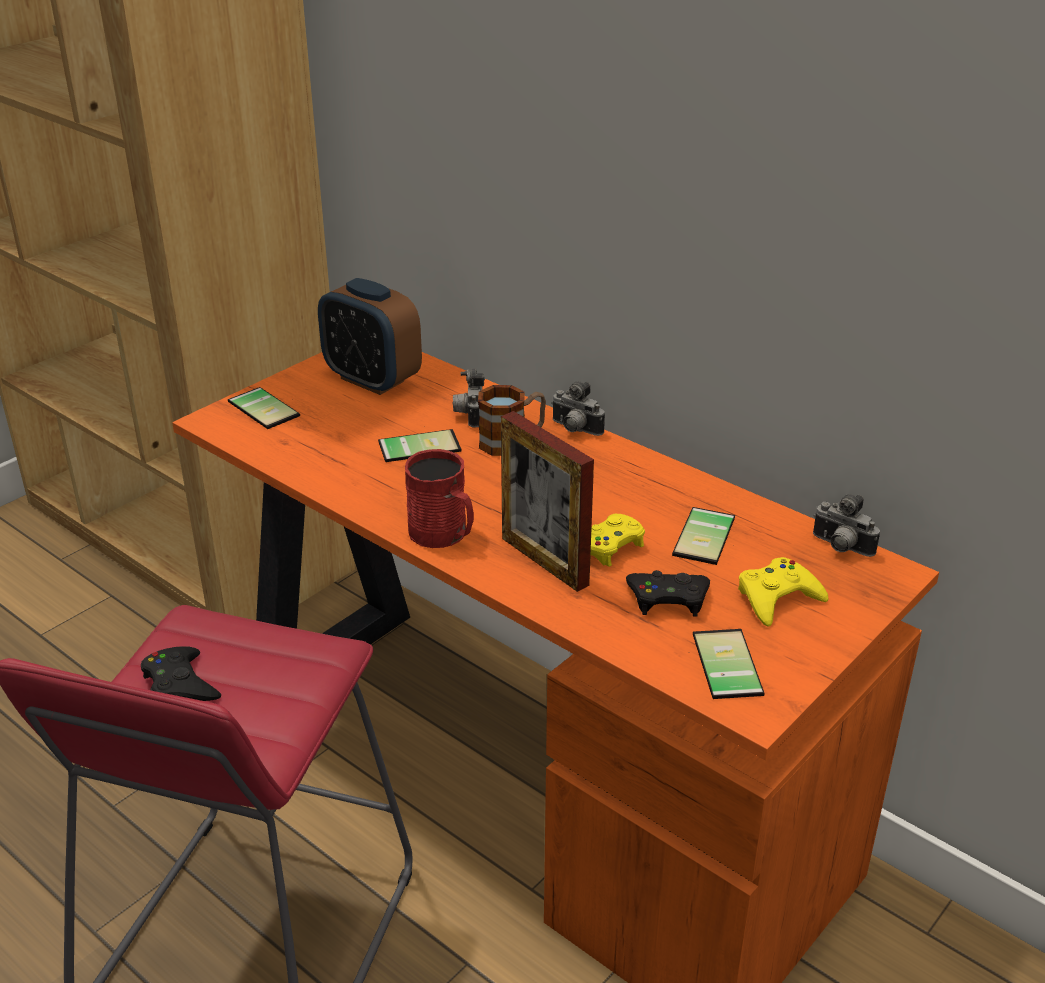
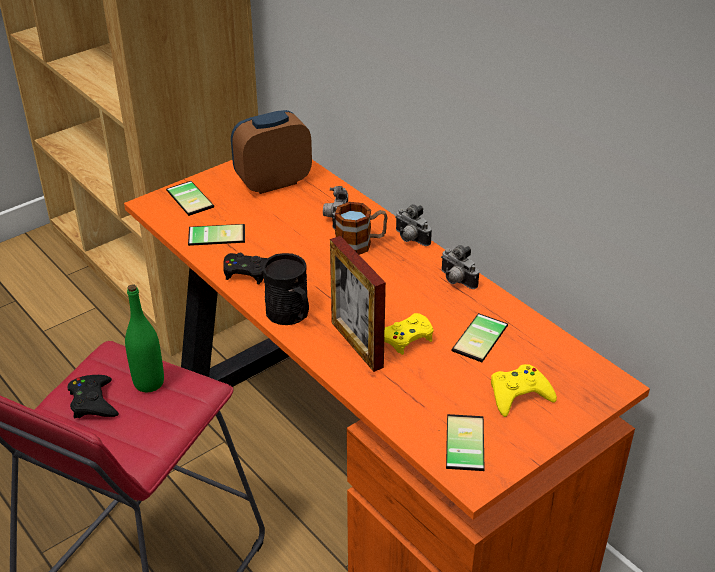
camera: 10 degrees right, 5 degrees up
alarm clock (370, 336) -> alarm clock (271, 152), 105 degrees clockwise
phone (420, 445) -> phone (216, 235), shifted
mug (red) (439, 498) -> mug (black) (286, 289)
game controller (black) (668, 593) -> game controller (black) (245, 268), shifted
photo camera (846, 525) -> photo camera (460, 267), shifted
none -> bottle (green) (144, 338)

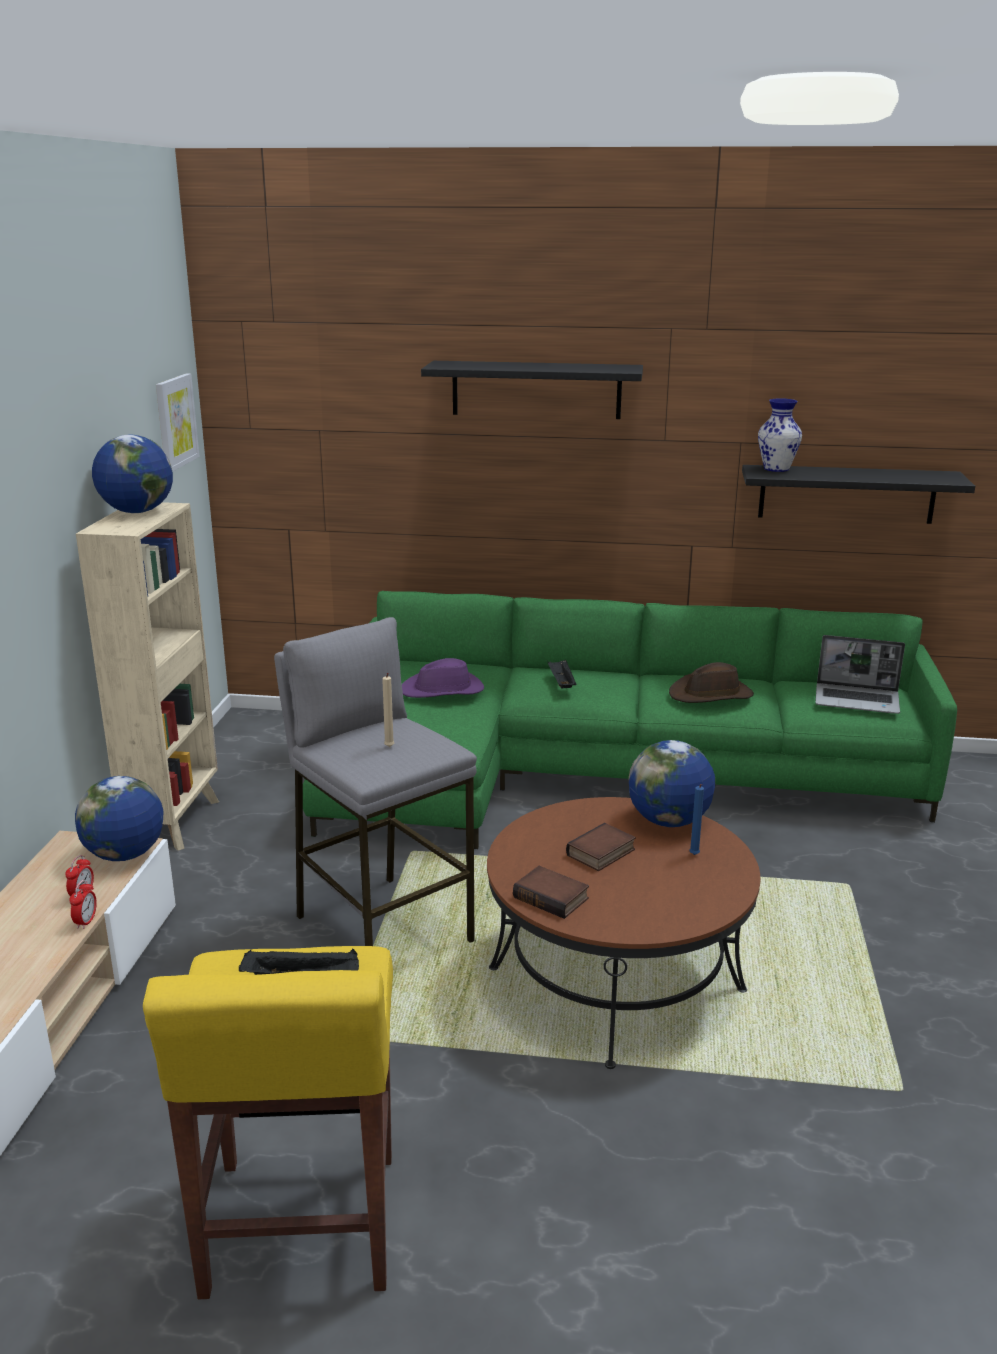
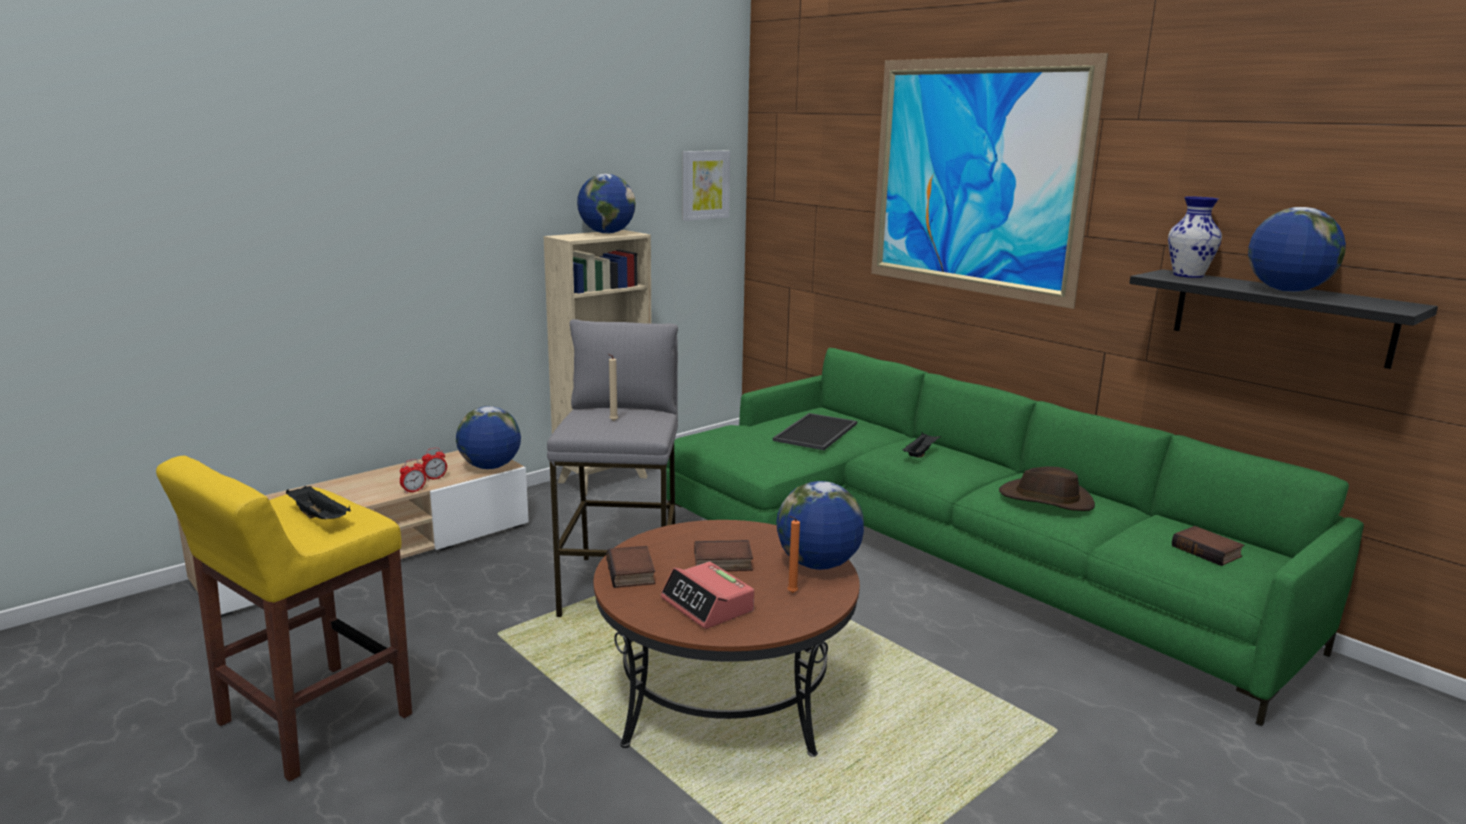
camera: 40 degrees right, 5 degrees down
hat (purple) (443, 678) -> tray (815, 431)
shelf (black) (532, 390) -> picture (989, 181)
candle (blue) (696, 819) -> candle (orange) (793, 554)
laptop (860, 674) -> book (1208, 546)
none -> alarm clock (707, 595)
none -> globe (1297, 249)

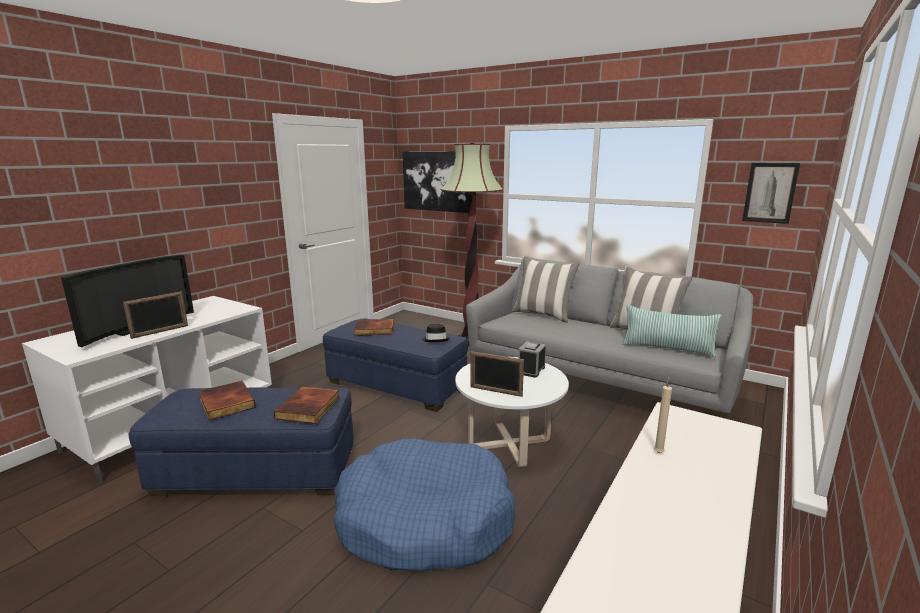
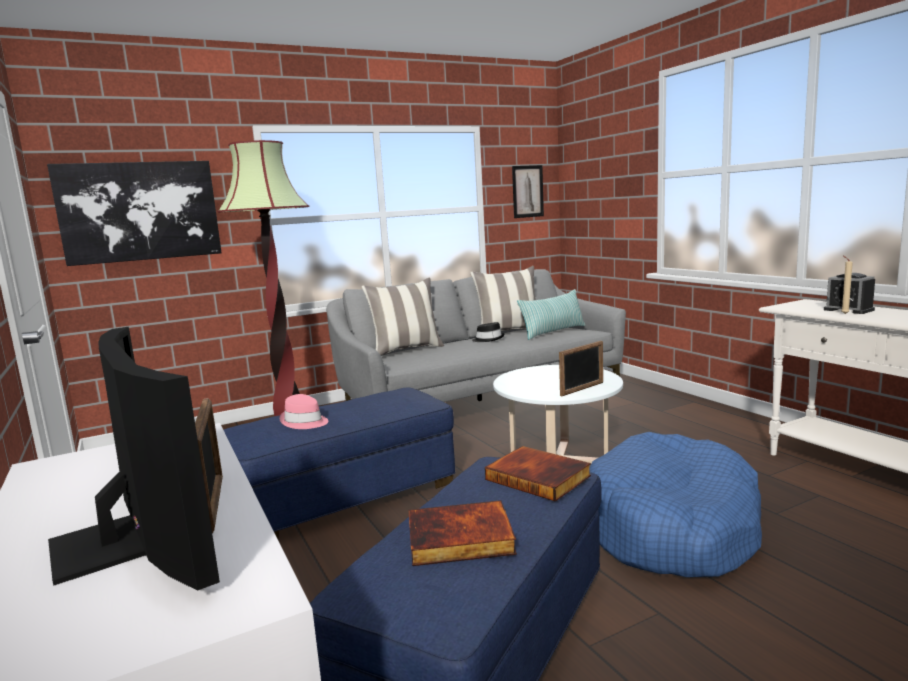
camera: 60 degrees left, 5 degrees down
book (374, 327) -> hat (pink) (303, 411)
hat (black) (436, 333) -> hat (black) (488, 332), shifted
alarm clock (532, 359) -> alarm clock (849, 293), shifted

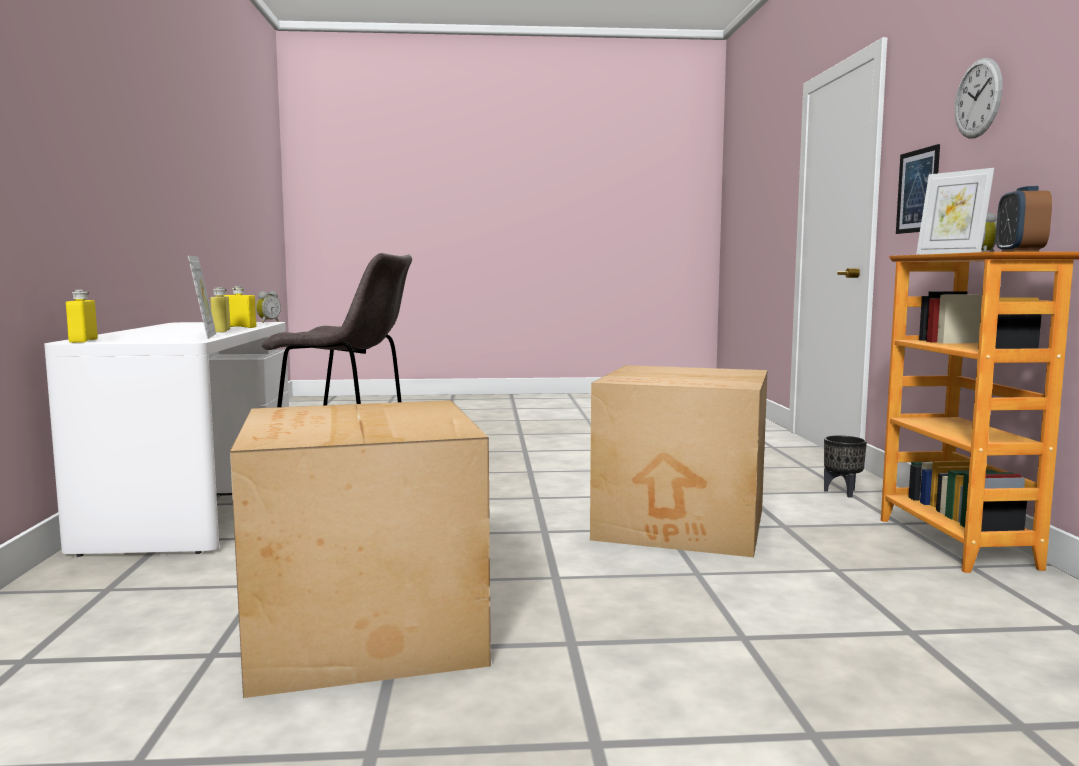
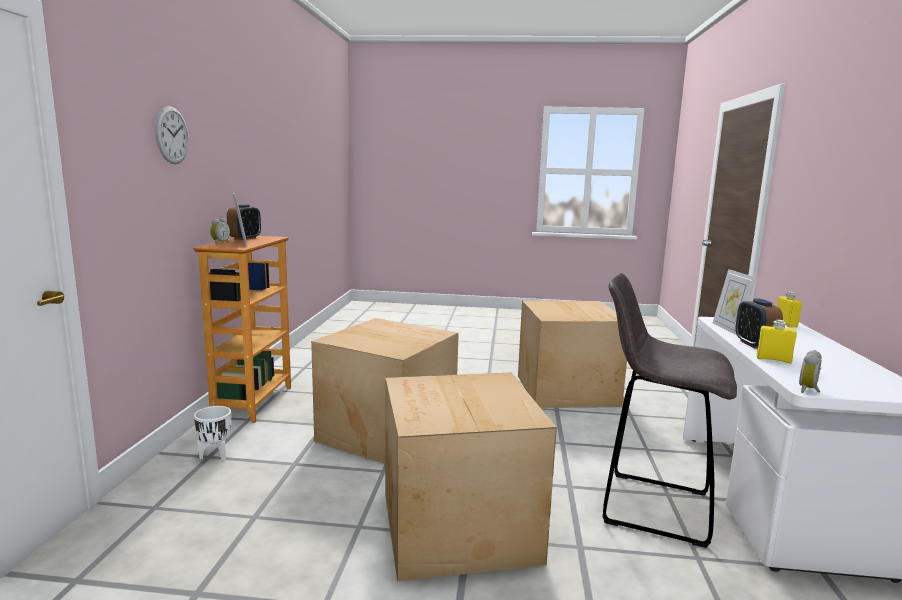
camera: 170 degrees left, 5 degrees up
bottle (yellow) (220, 310) -> alarm clock (759, 323)
planter (black) (845, 466) -> planter (white) (212, 433)
picture (918, 189) -> none
none -> cardboard box (471, 477)

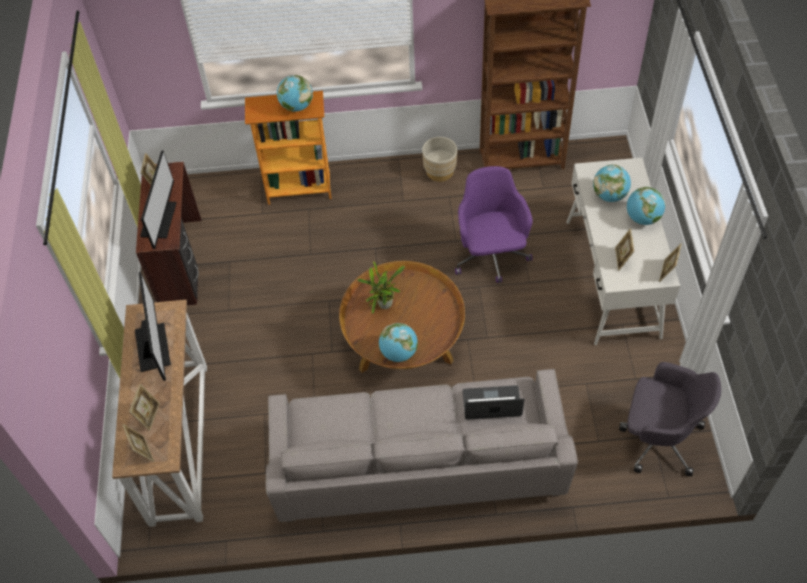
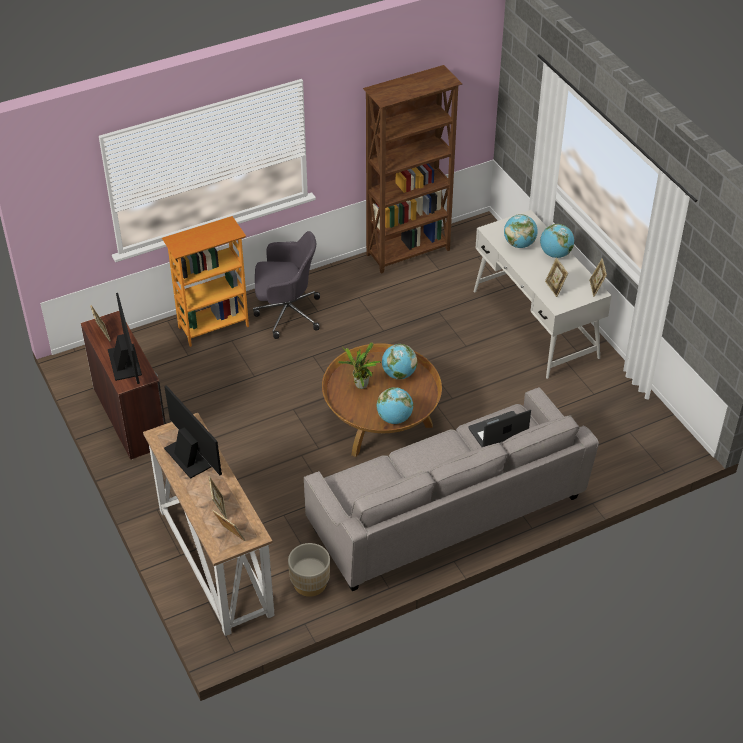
camera: 25 degrees left, 10 degrees down
globe (295, 93) -> globe (399, 361), shifted
planter (beige) (439, 159) -> planter (beige) (309, 570), shifted
office chair (purple) (494, 224) -> none
office chair (grey) (670, 419) -> office chair (grey) (286, 285), shifted

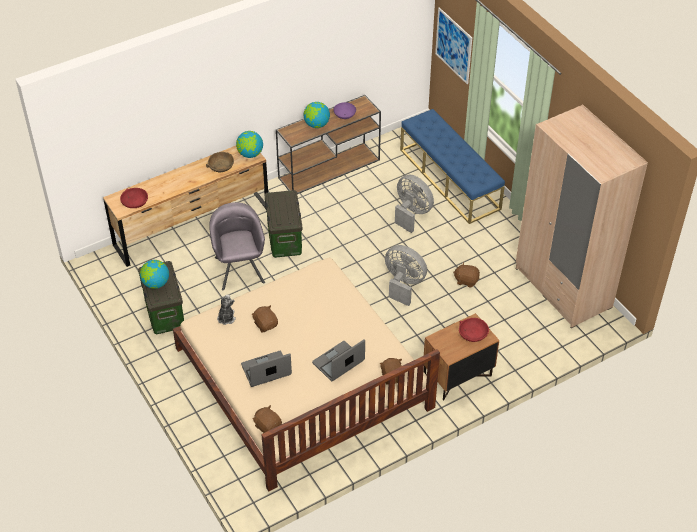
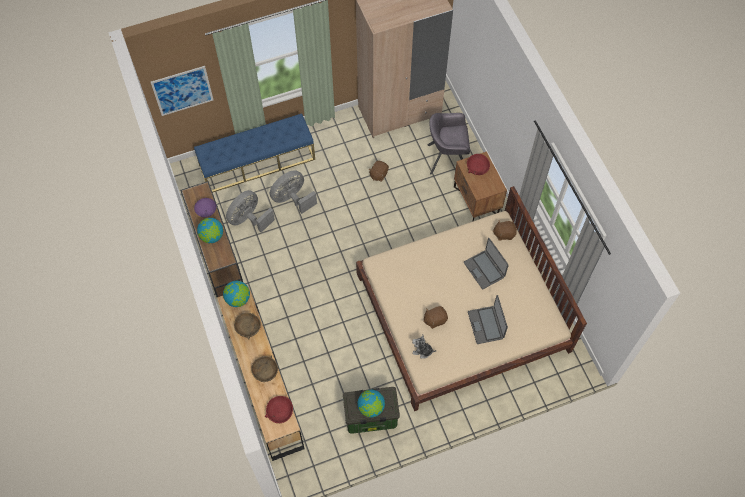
camera: 80 degrees left, 15 degrees up
armchair (grey) (237, 246) -> armchair (grey) (448, 143), shifted
plush toy (brown) (267, 419) -> none
storage box (284, 224) -> none
fan (grey) (406, 275) -> fan (grey) (250, 211), shifted
none -> bowl (brown) (264, 369)

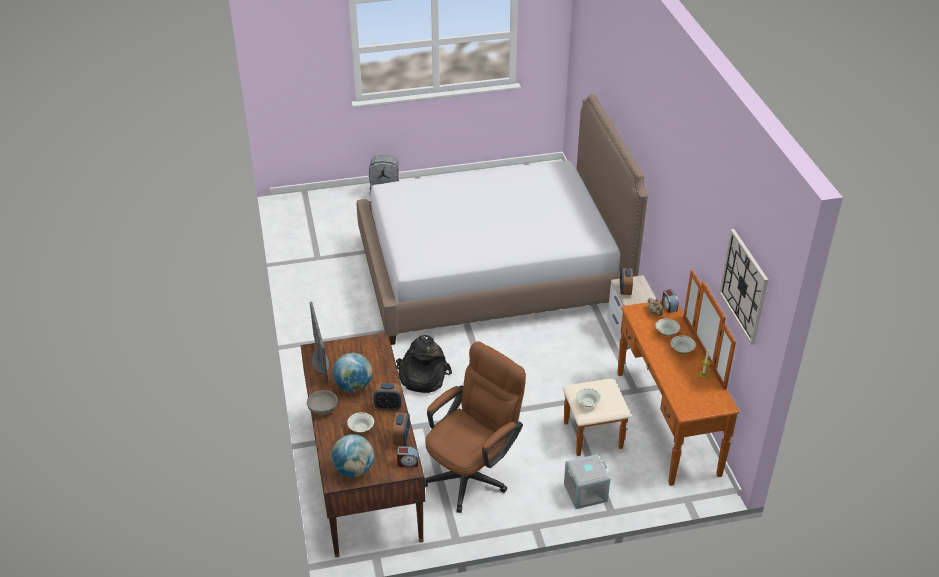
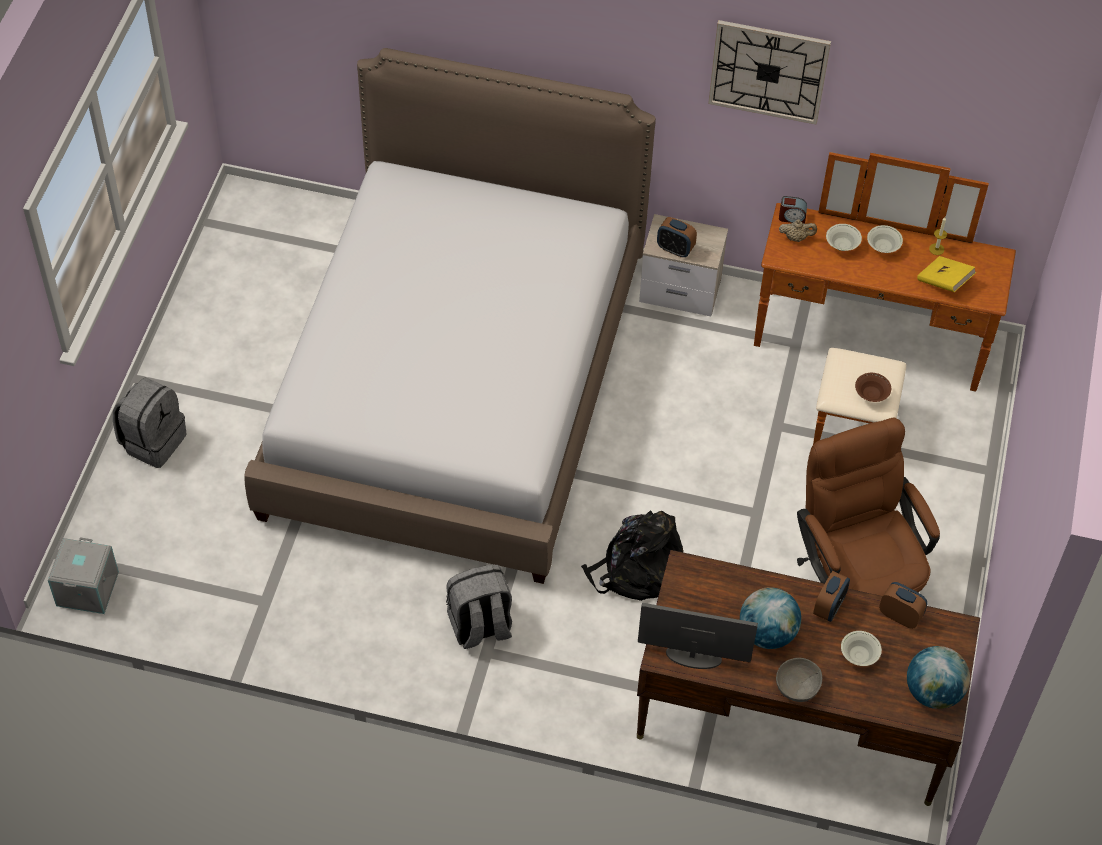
camera: 65 degrees left, 15 degrees up
alarm clock (407, 456) -> none
storage box (grey) (587, 481) -> storage box (grey) (83, 575), shifted
bowl (white) (588, 397) -> bowl (brown) (873, 387)
wall clock (743, 287) -> wall clock (769, 72), shifted
none -> backpack (grey) (479, 607)
none -> book (yellow) (946, 274)

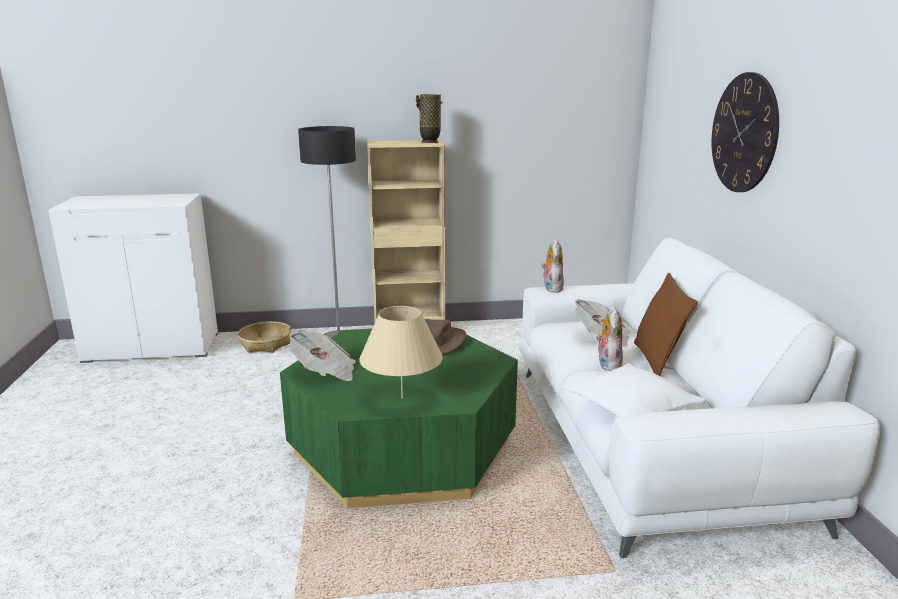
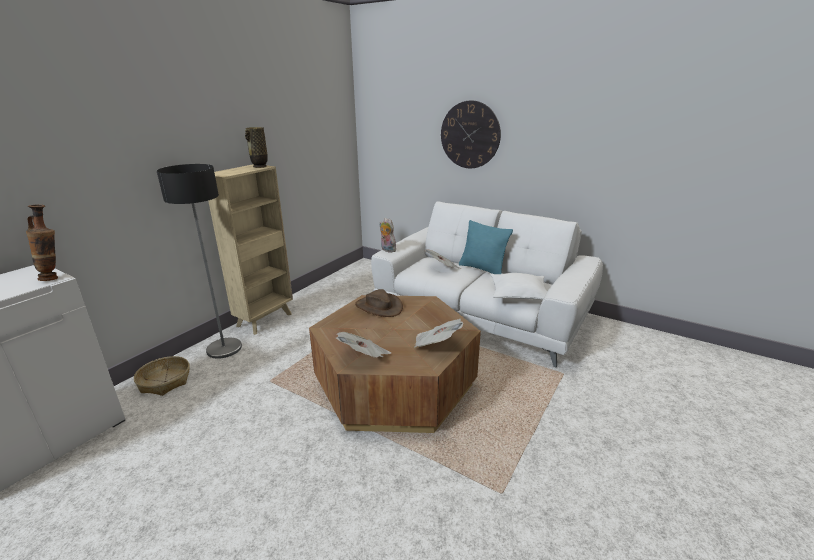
camera: 50 degrees left, 5 degrees up
coffee table (green) (399, 417) -> coffee table (brown) (395, 364)
table lamp (beige) (401, 352) -> newspaper (438, 333)
plush toy (609, 339) -> none
pillow (brown) (666, 324) -> pillow (turquoise) (486, 247)
none -> vase (42, 243)

